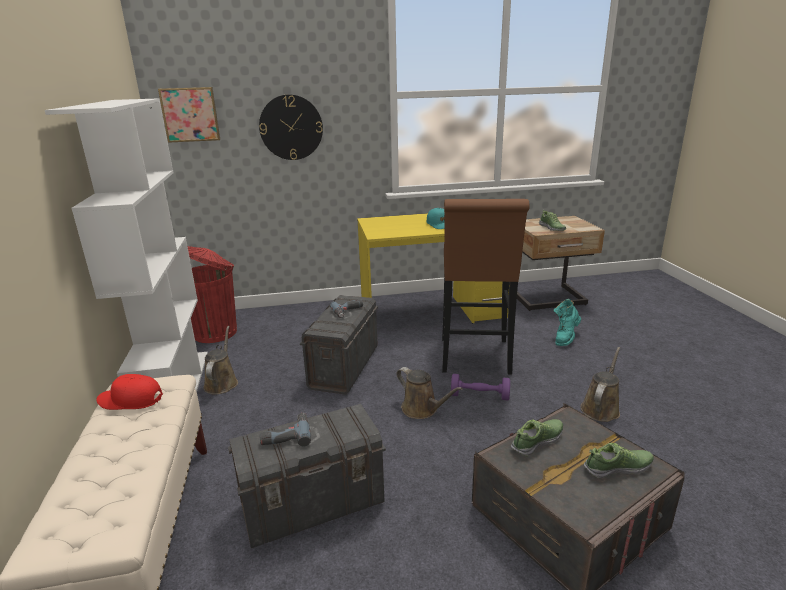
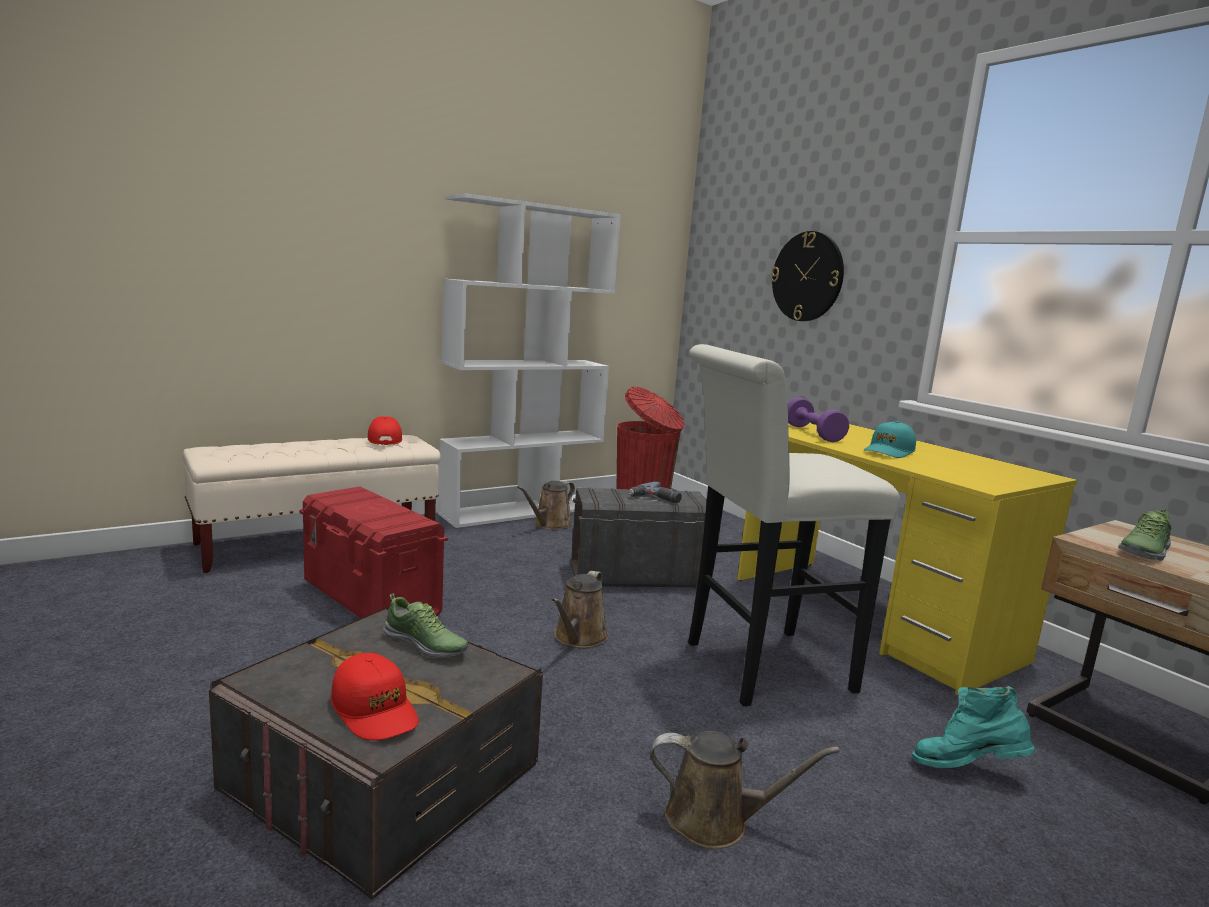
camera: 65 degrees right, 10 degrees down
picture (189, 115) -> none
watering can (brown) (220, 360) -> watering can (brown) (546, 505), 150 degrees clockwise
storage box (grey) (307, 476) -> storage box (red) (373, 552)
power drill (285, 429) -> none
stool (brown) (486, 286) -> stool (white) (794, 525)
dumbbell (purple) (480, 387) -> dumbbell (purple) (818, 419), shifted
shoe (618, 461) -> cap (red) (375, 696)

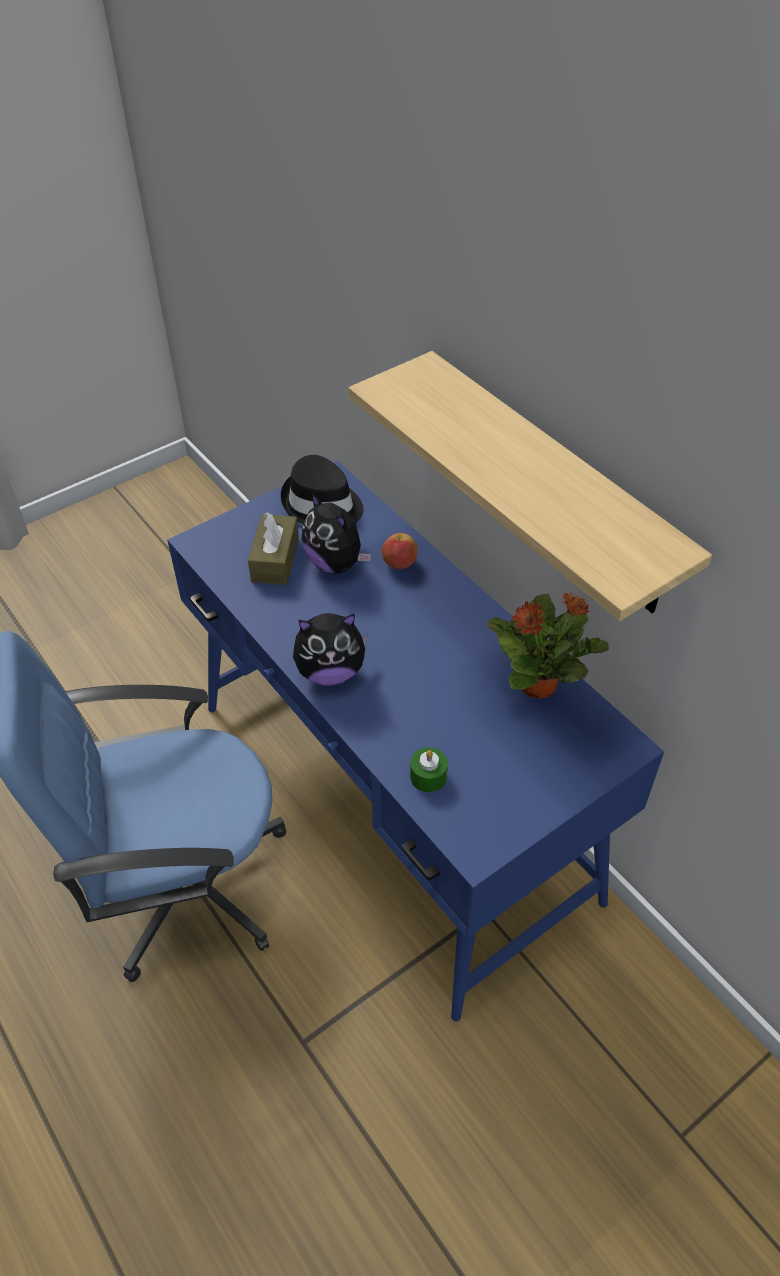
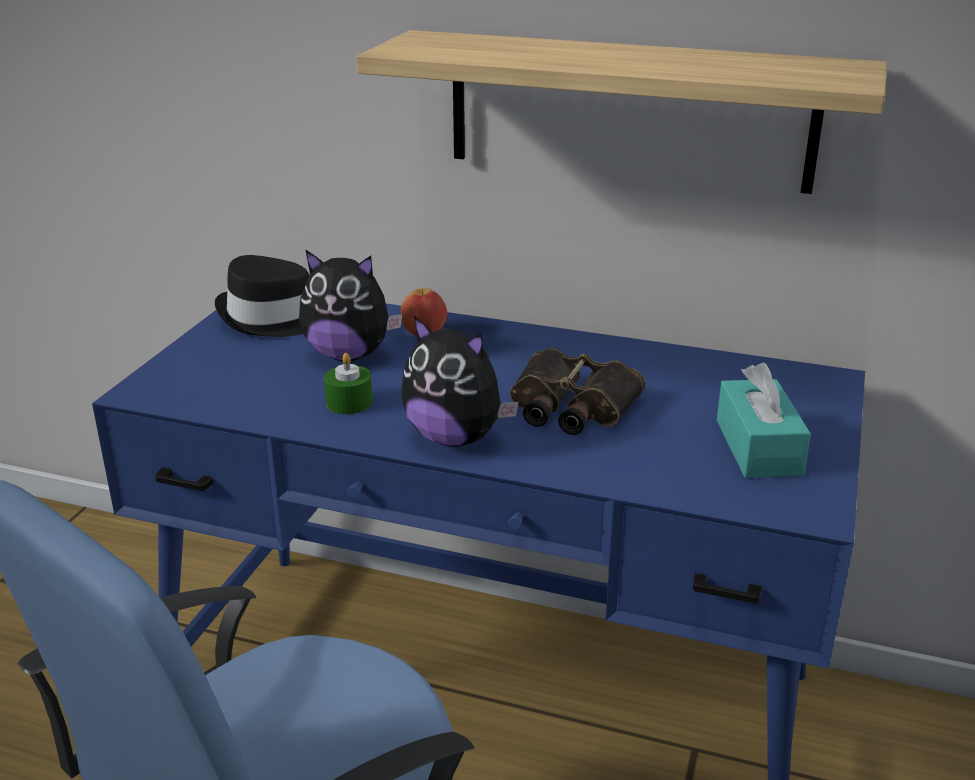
camera: 35 degrees left, 20 degrees down
tissue box (brown) (273, 548) -> none
plush toy (330, 649) -> plush toy (460, 381), 75 degrees clockwise
candle (green) (429, 769) -> candle (green) (348, 383), shifted
potted plant (548, 645) -> none
none -> binoculars (577, 391)
none -> tissue box (turquoise) (764, 420)

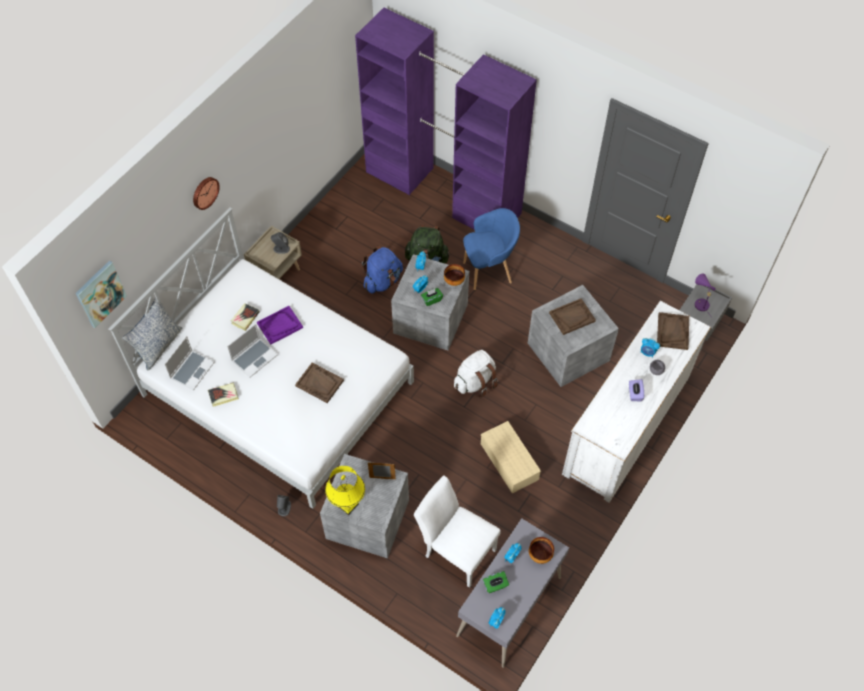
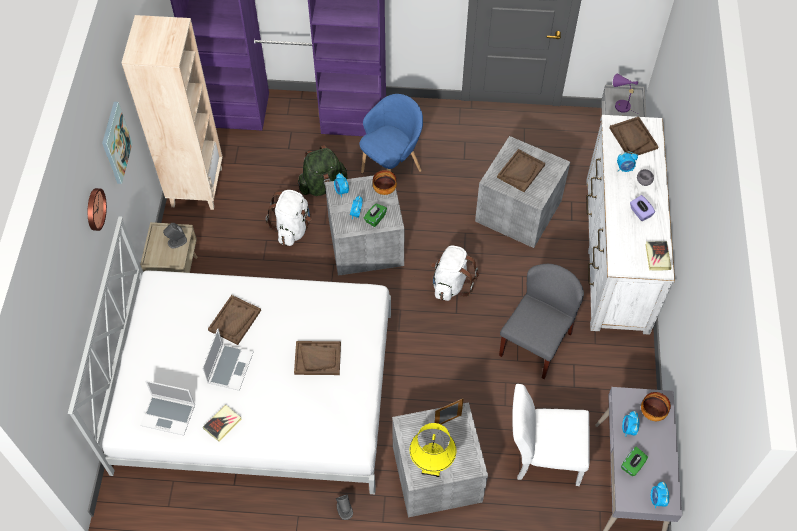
camera: 30 degrees left, 0 degrees up
picture (101, 294) -> picture (117, 143), shifted
pillow (152, 334) -> none
laptop (189, 363) -> laptop (167, 408), 105 degrees clockwise
book (245, 317) -> book (658, 256), shifted
tray (purple) (280, 325) -> tray (brown) (234, 320)
backpack (blue) (382, 269) -> backpack (white) (288, 218)
storage box (beige) (511, 457) -> chair (grey) (541, 321)
none -> bookcase (beige) (172, 112)

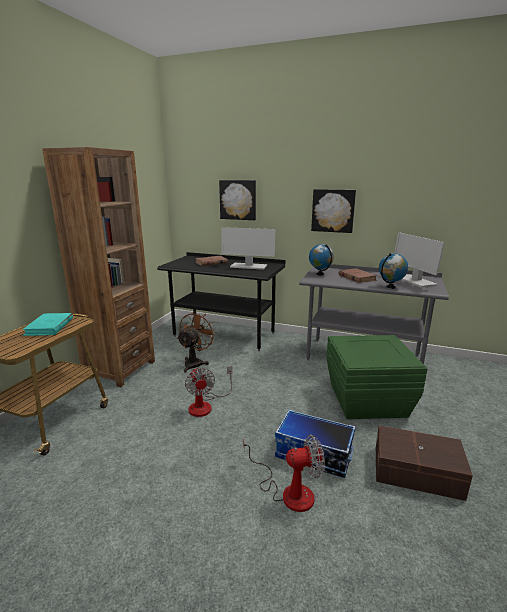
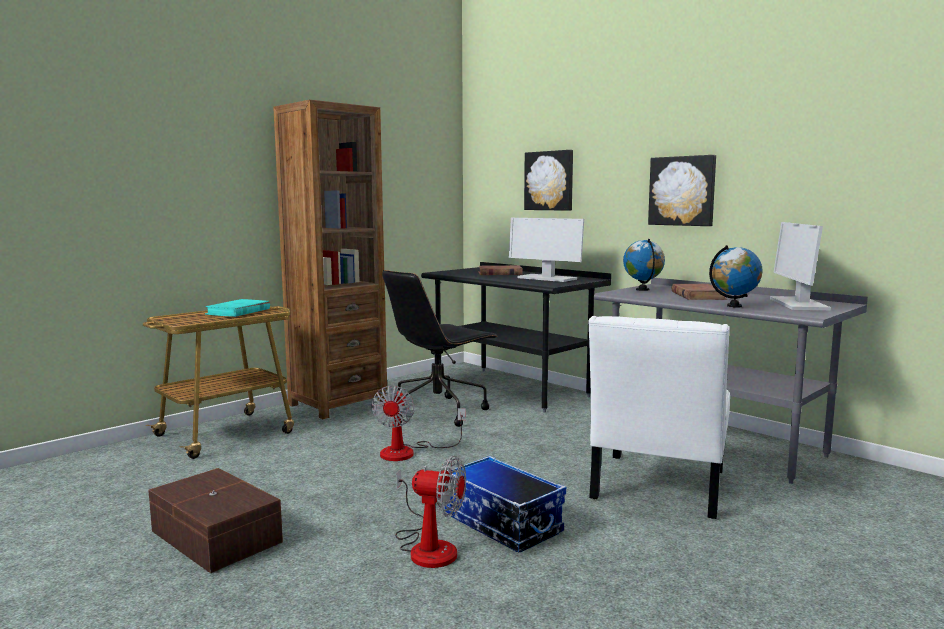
camera: 25 degrees right, 10 degrees down
fan (brown) (197, 342) -> office chair (black) (440, 348)
storage box (green) (377, 377) -> chair (white) (659, 417)
storage box (brown) (424, 463) -> storage box (brown) (215, 520), shifted

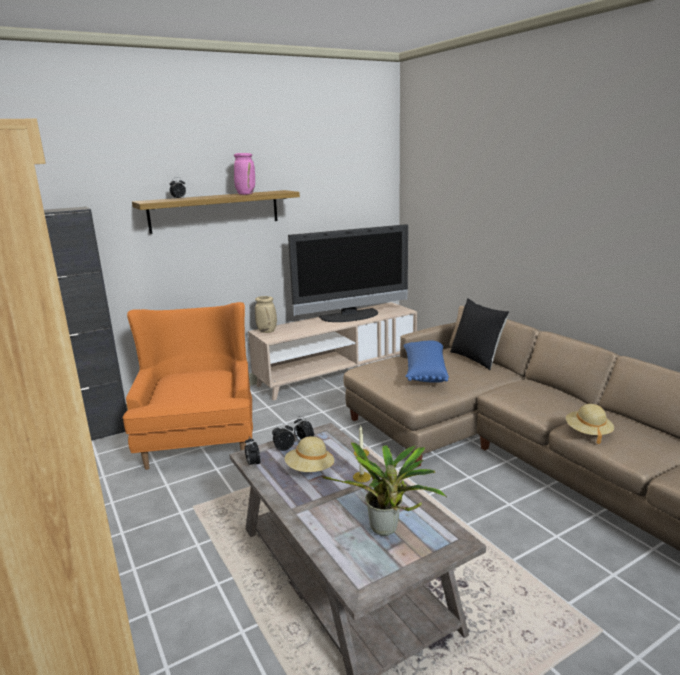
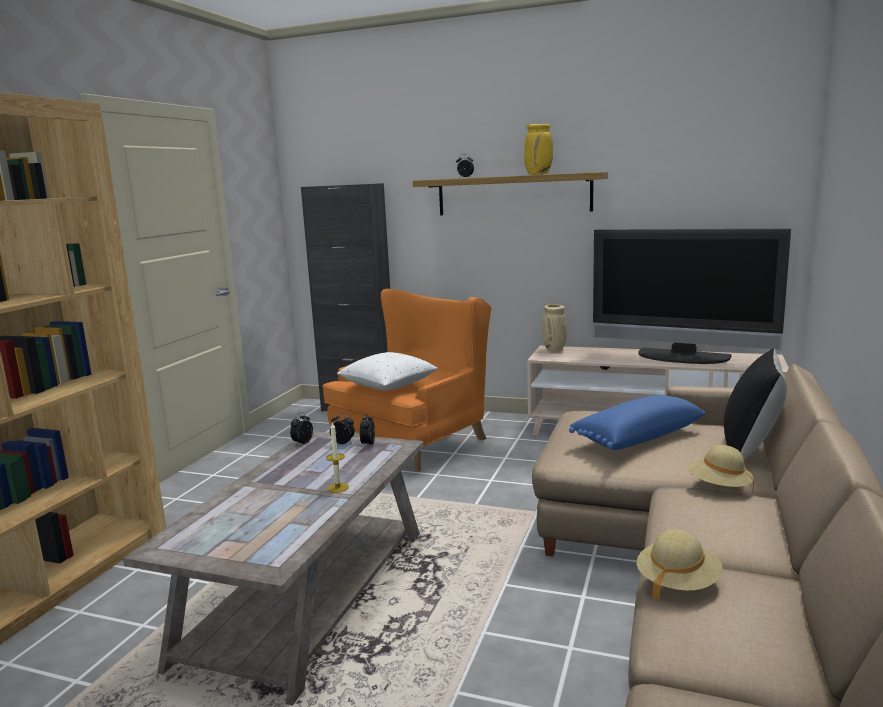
camera: 50 degrees right, 5 degrees down
vase (pink) (244, 174) -> vase (yellow) (538, 149)
hat (beige) (309, 454) -> hat (beige) (721, 469), shifted
potted plant (384, 489) -> none
none -> pillow (white) (387, 371)

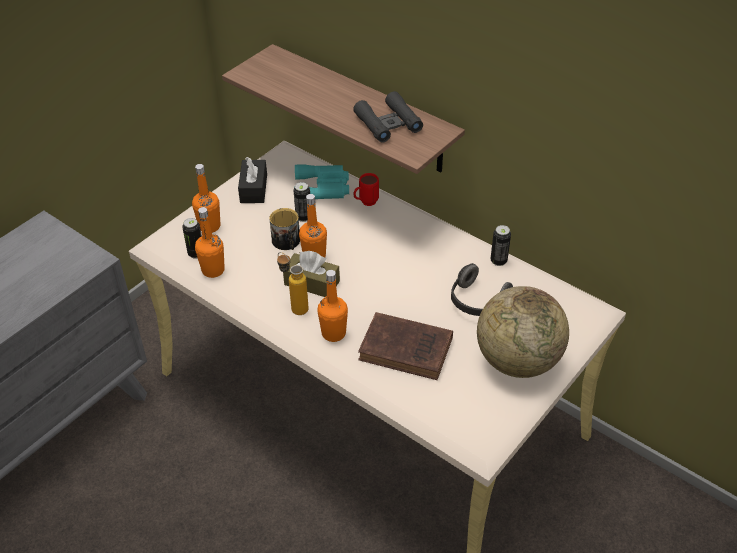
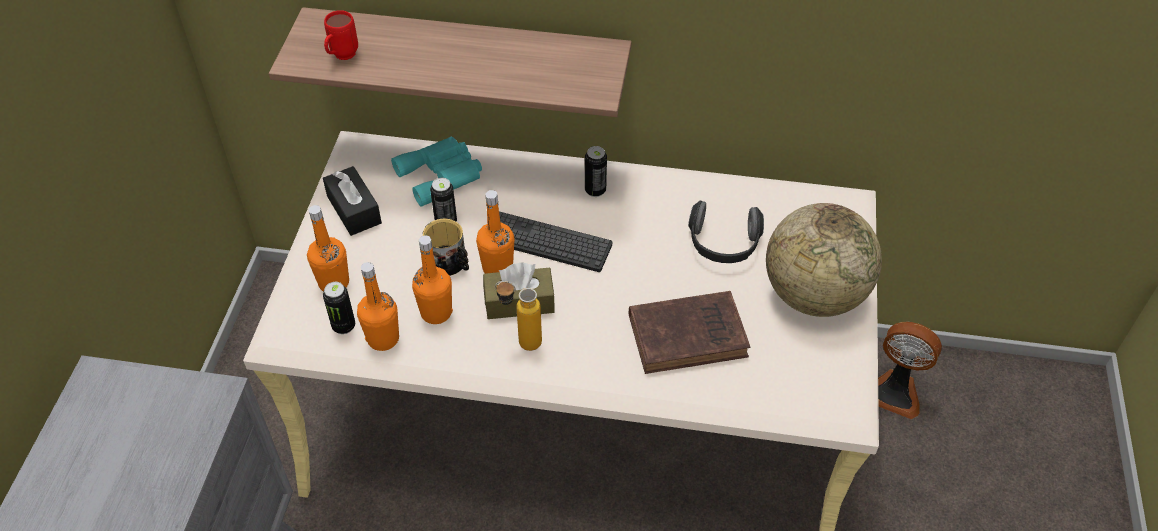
camera: 30 degrees left, 5 degrees up
bottle (orange) (332, 306) -> bottle (orange) (432, 279), shifted
binoculars (black) (388, 117) -> none
mug (red) (366, 189) -> mug (red) (341, 35), shifted
can (501, 245) -> can (596, 171), shifted
none -> keyboard (555, 242)
none -> fan (910, 370)

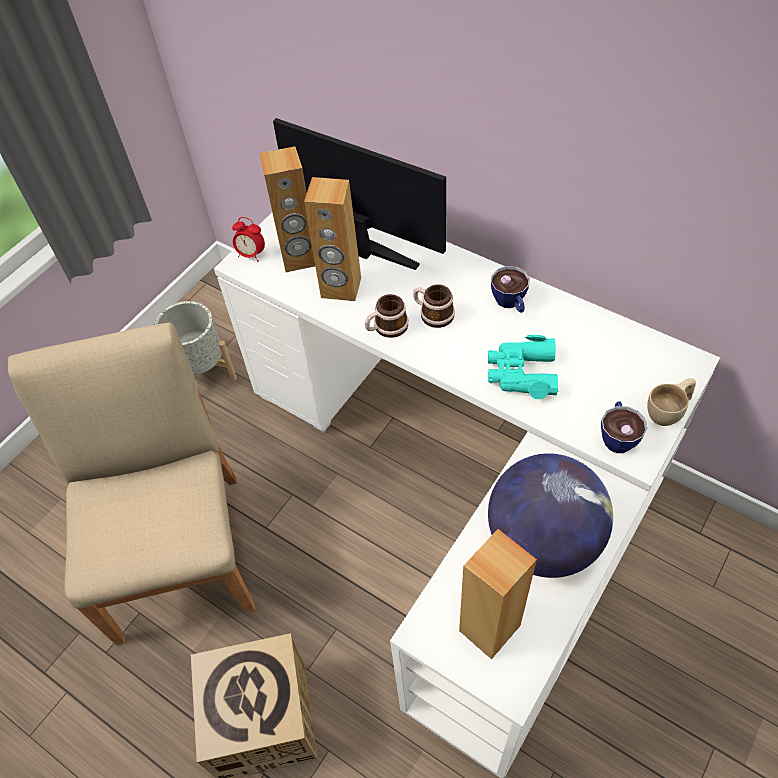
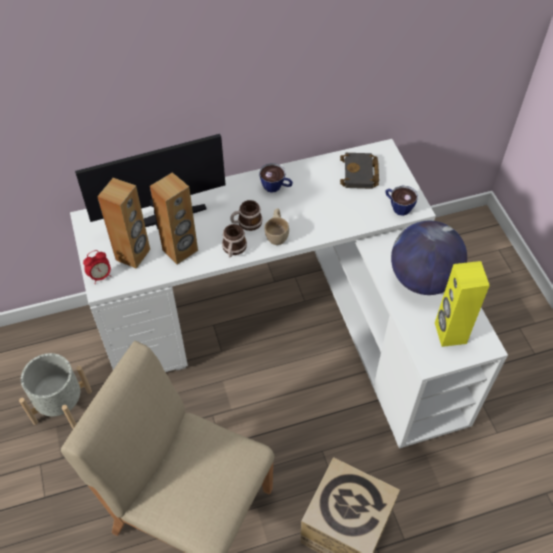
camera: 55 degrees left, 0 degrees up
speaker (brown) (498, 594) -> speaker (yellow) (462, 304)
binoculars (turquoise) (523, 367) -> none
cup (beige) (671, 402) -> cup (beige) (277, 226), shifted
none -> book (black) (359, 171)

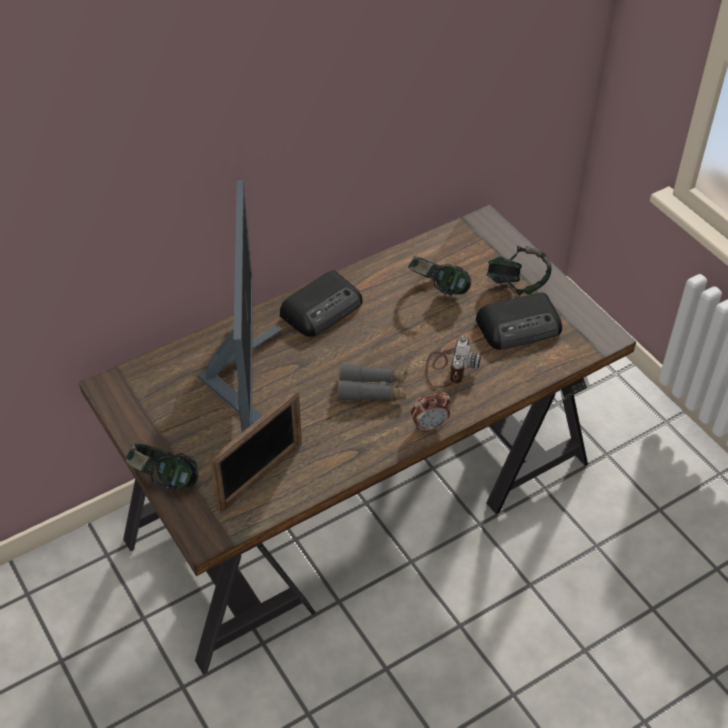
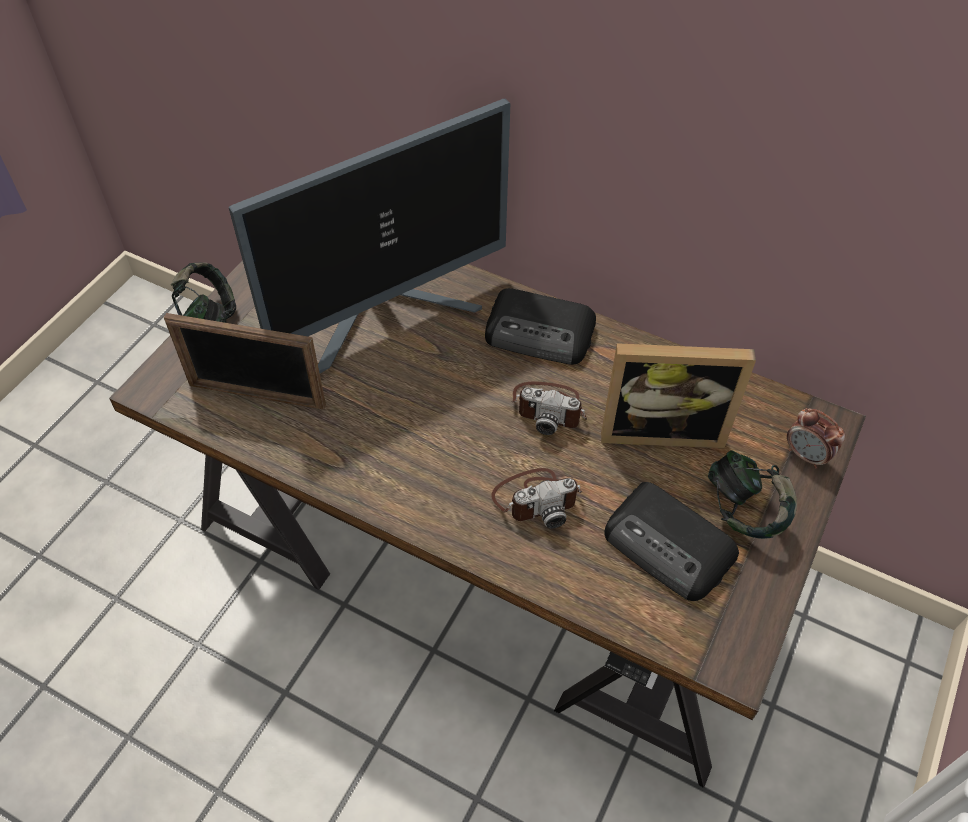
camera: 60 degrees right, 5 degrees up
binoculars (grey) (372, 382) -> none
headphones (439, 275) -> picture frame (678, 396)
alarm clock (430, 411) -> alarm clock (816, 438), shifted
none -> photo camera (550, 408)

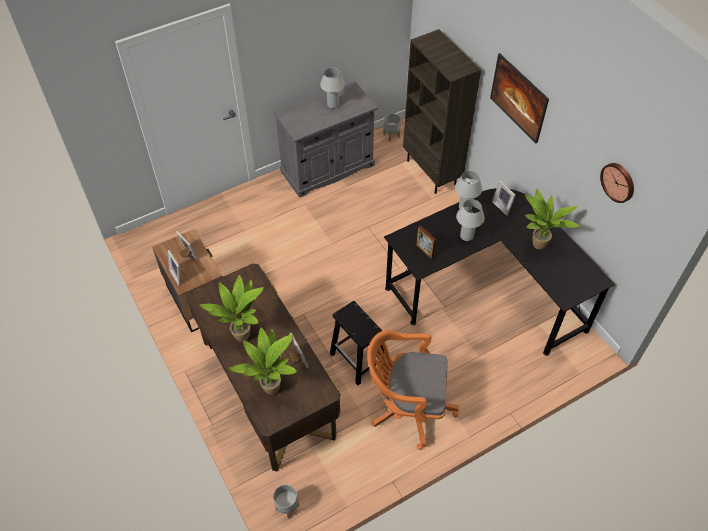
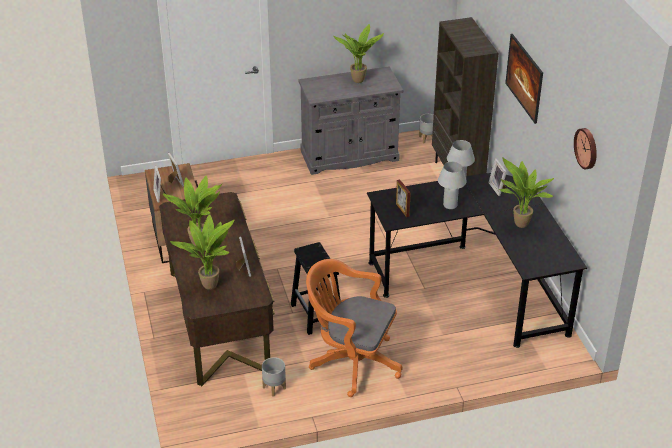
camera: 15 degrees right, 15 degrees down
planter (grey) (286, 501) -> planter (grey) (274, 377), shifted
table lamp (white) (332, 88) -> potted plant (358, 53)

